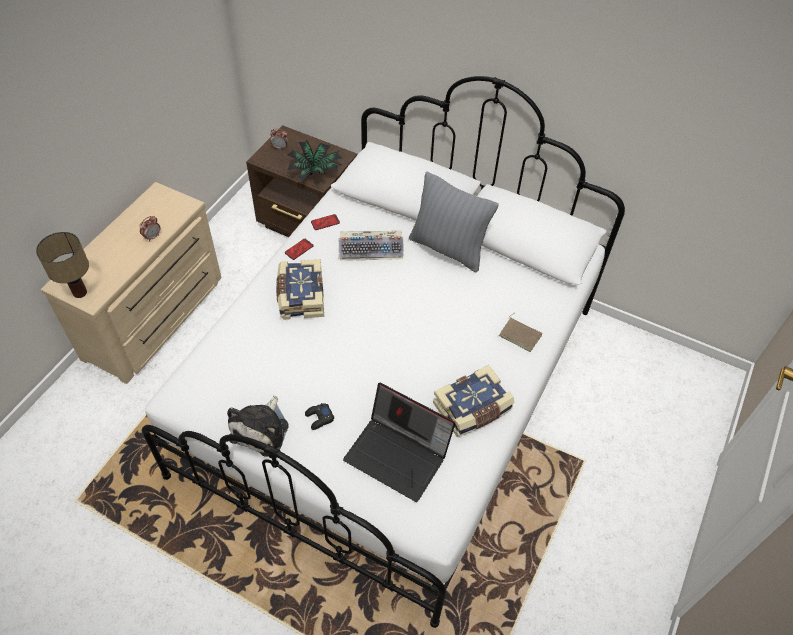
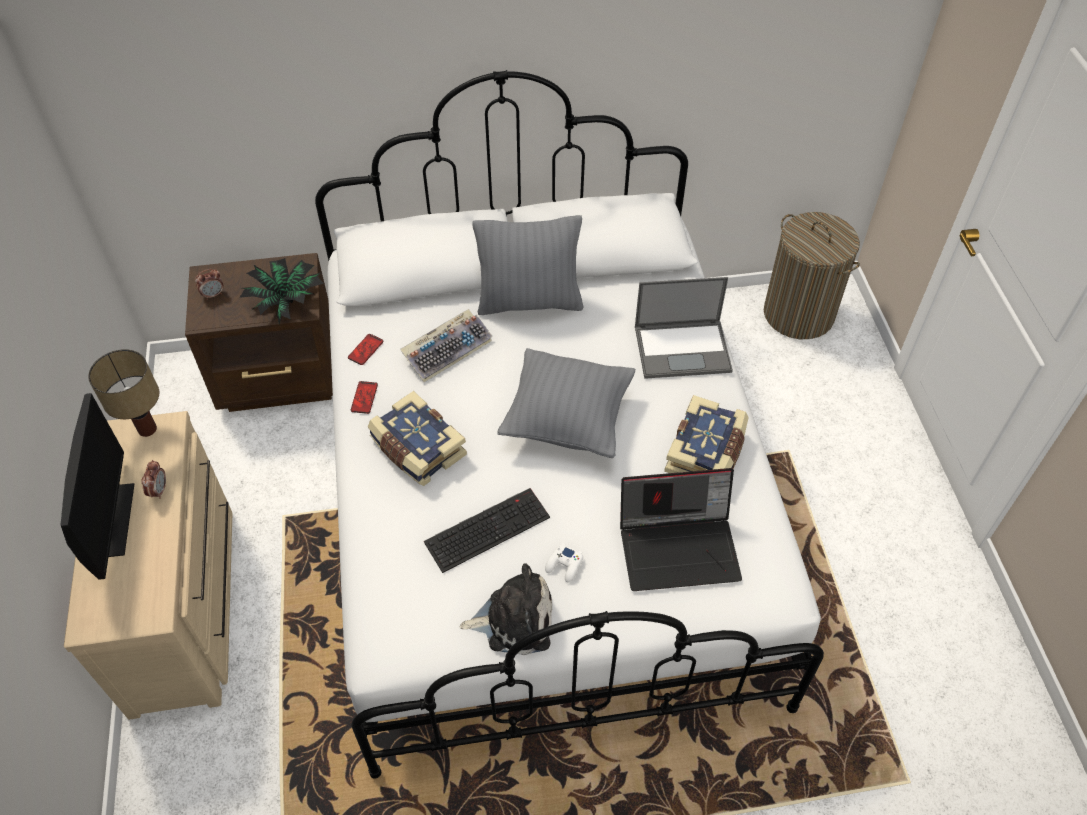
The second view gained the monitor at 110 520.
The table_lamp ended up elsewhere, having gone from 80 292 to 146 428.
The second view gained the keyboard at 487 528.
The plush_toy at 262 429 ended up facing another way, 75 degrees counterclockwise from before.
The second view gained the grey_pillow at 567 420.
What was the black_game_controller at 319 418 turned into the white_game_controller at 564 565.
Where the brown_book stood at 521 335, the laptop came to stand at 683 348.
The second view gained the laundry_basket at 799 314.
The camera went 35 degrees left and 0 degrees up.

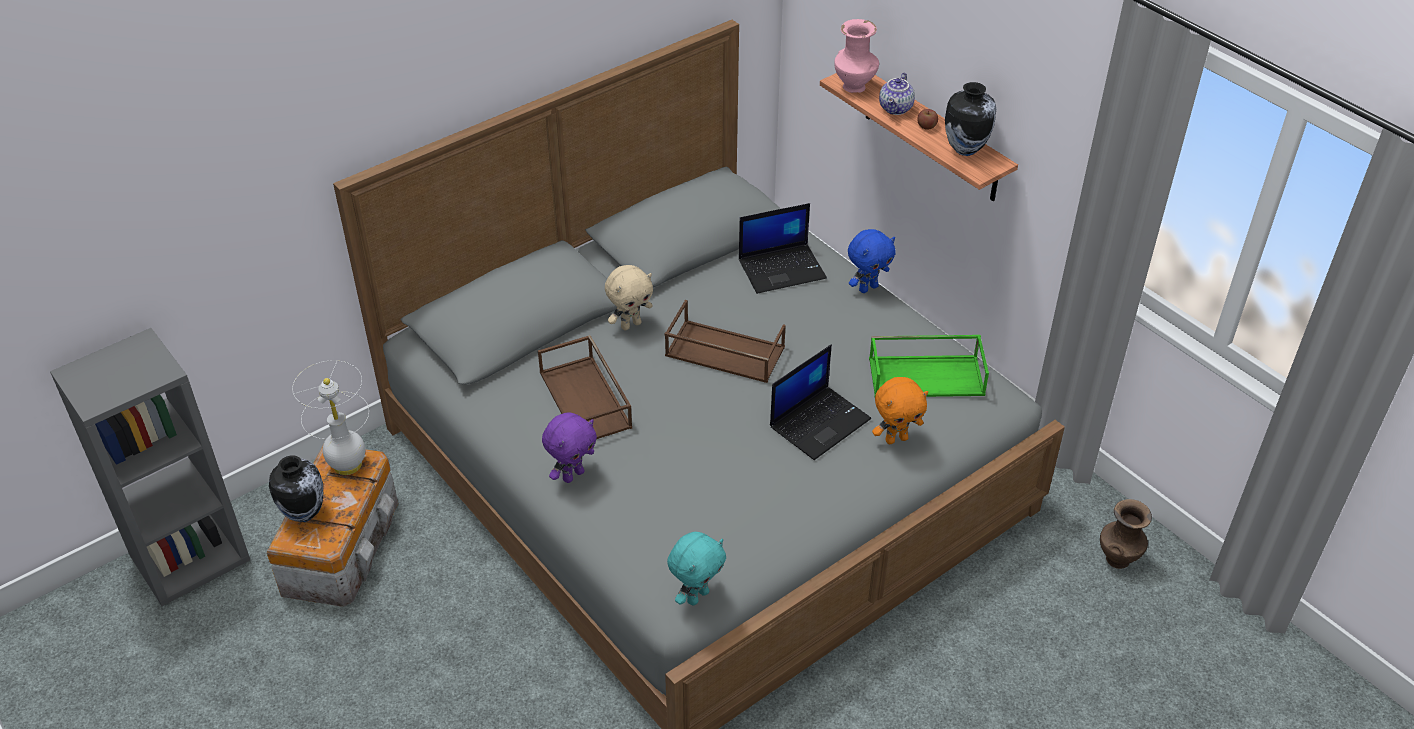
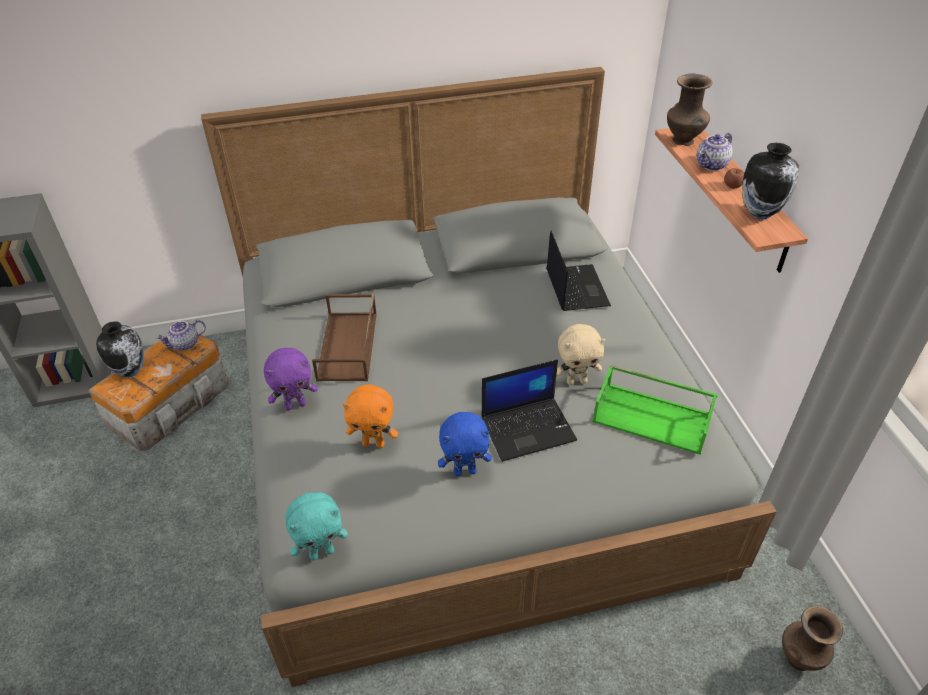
Where the white_table_lamp stood at 348 464, the teapot came to stand at 185 344.
The orange_plush_toy ended up elsewhere, having gone from 896 439 to 374 443.
The blue_plush_toy ended up elsewhere, having gone from 868 288 to 465 471.
The laptop at 782 268 ended up facing another way, 105 degrees counterclockwise from before.
The beige_plush_toy ended up elsewhere, having gone from 630 324 to 576 381.
What was the pink_vase at 855 87 turned into the brown_vase at 683 141.
The second view lost the brown_tray at 723 352.
The camera went 25 degrees right and 0 degrees up.

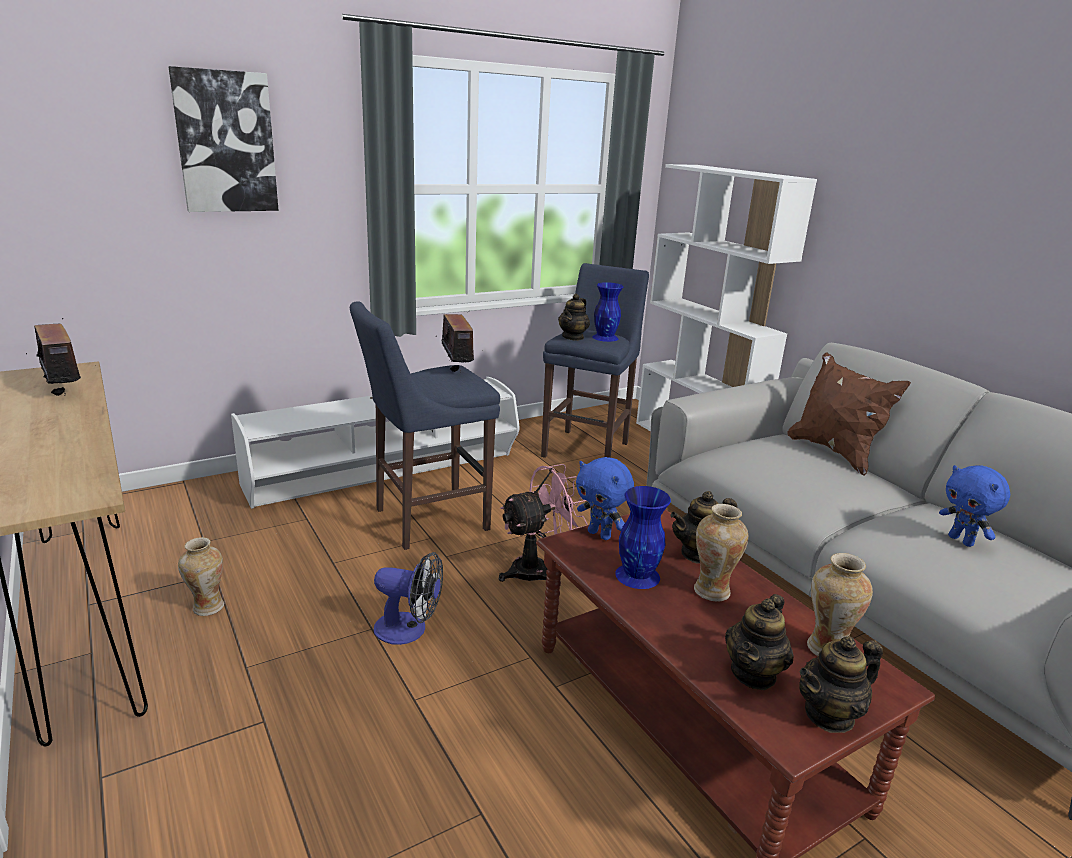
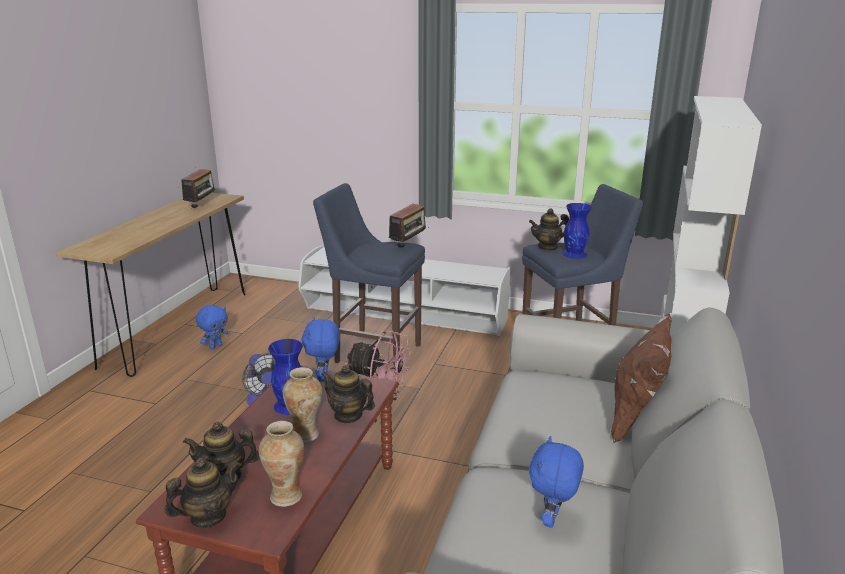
The teapot at 829 715 ended up facing another way, 120 degrees clockwise from before.
Where the vase stood at 207 607, the blue_plush_toy came to stand at 215 346.
The second view lost the picture at 226 142.
The camera went 50 degrees right and 0 degrees up.

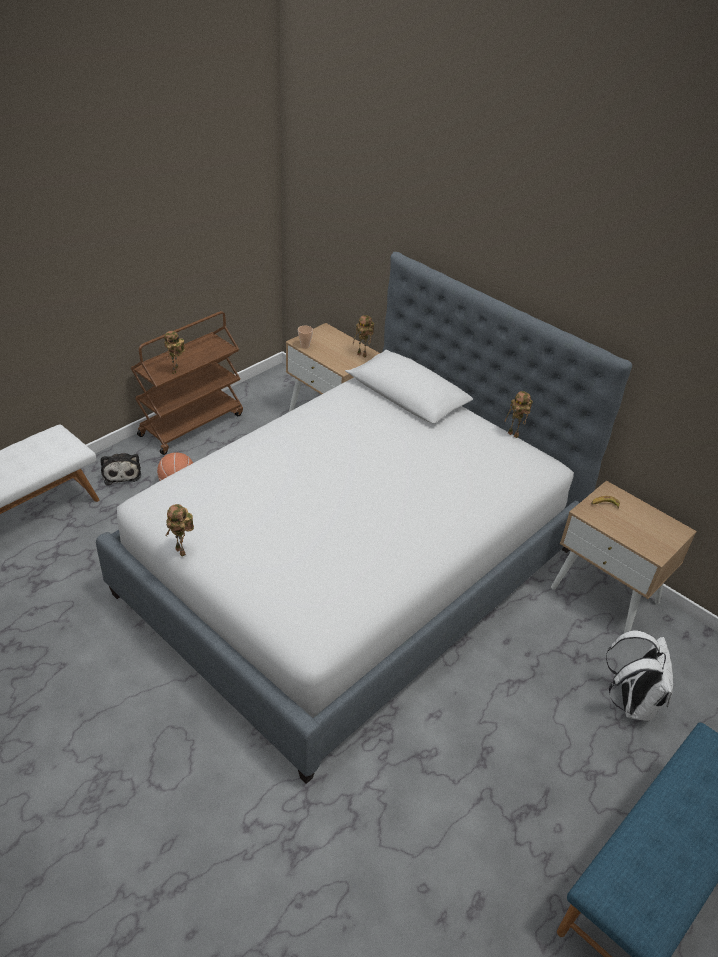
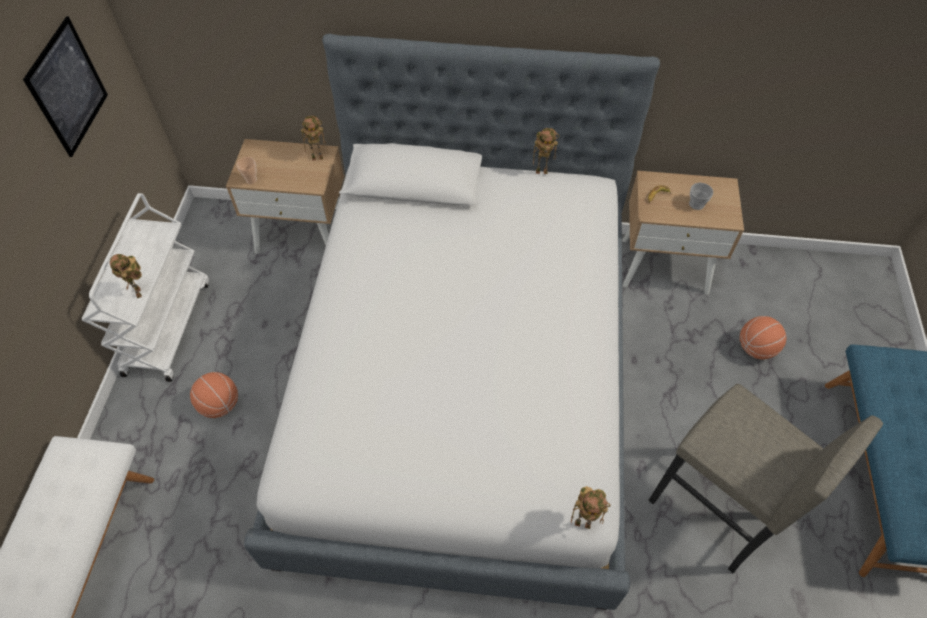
The second view gained the picture at 67 87.
What was the brown_cart at 191 424 turned into the white_cart at 167 326.
The toy_robot ended up elsewhere, having gone from 182 551 to 584 522.
The second view gained the grey_stool at 712 509.
The second view gained the cup at 696 204.
Where the white_backpack stood at 631 702, the basketball came to stand at 755 348.
The second view lost the plush_toy at 121 473.
The camera went 35 degrees left and 15 degrees up.

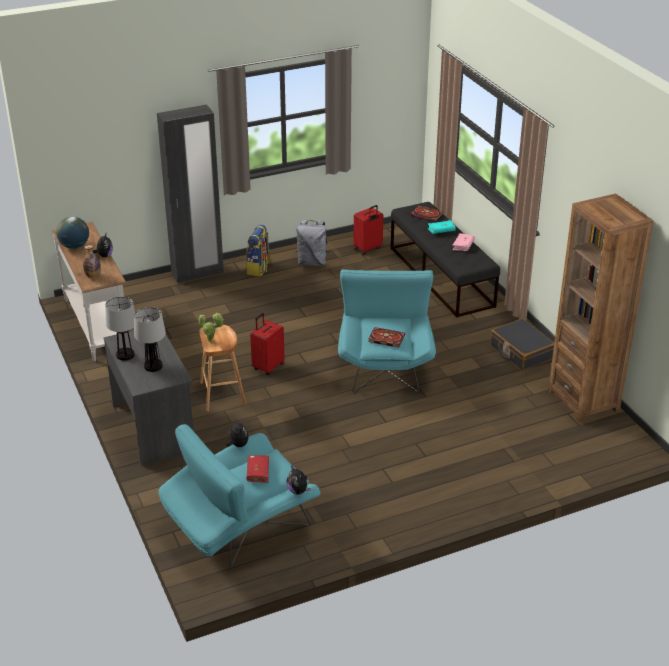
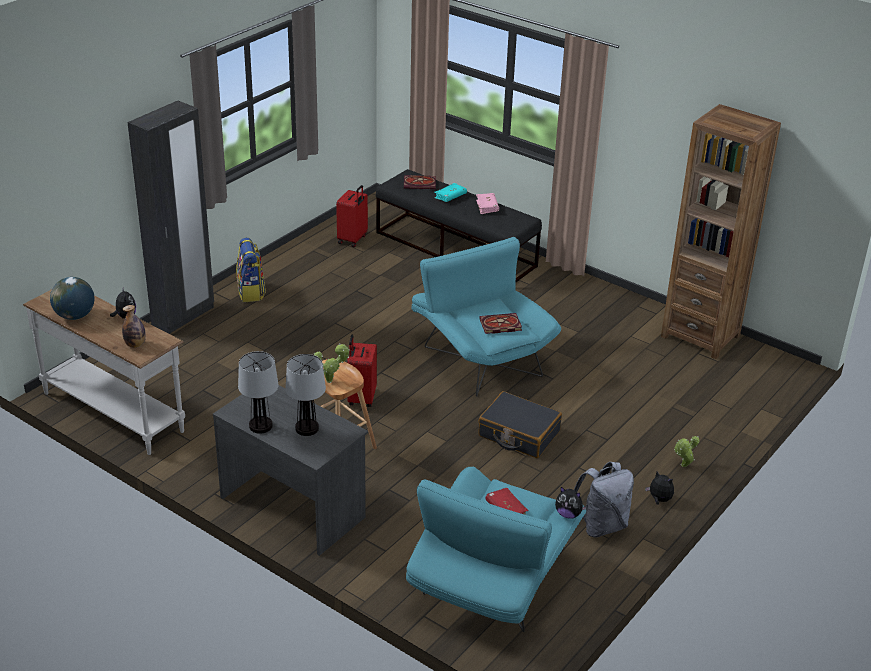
The black_suitcase ended up elsewhere, having gone from 521 352 to 518 434.
The grey_backpack ended up elsewhere, having gone from 312 262 to 601 525.
The plush_toy ended up elsewhere, having gone from 238 445 to 659 500.
The second view gained the potted_plant at 683 466.
The camera went 30 degrees left and 0 degrees up.

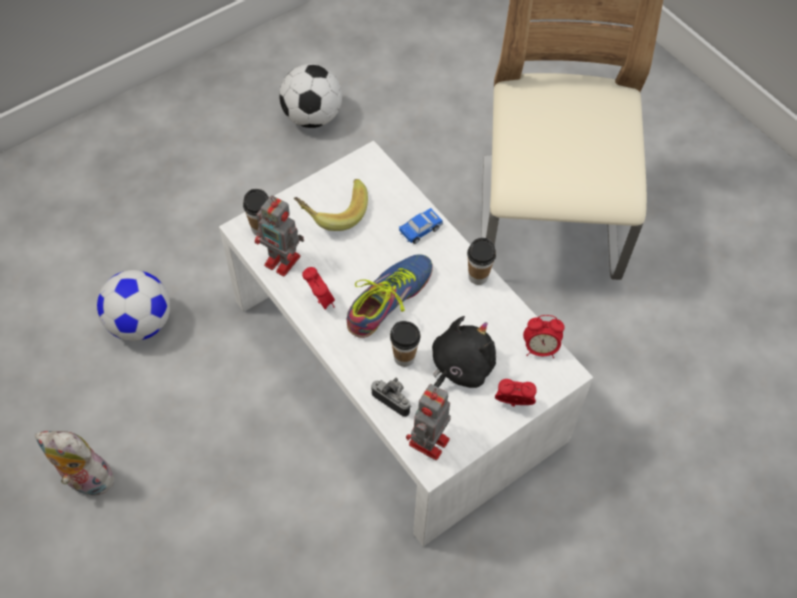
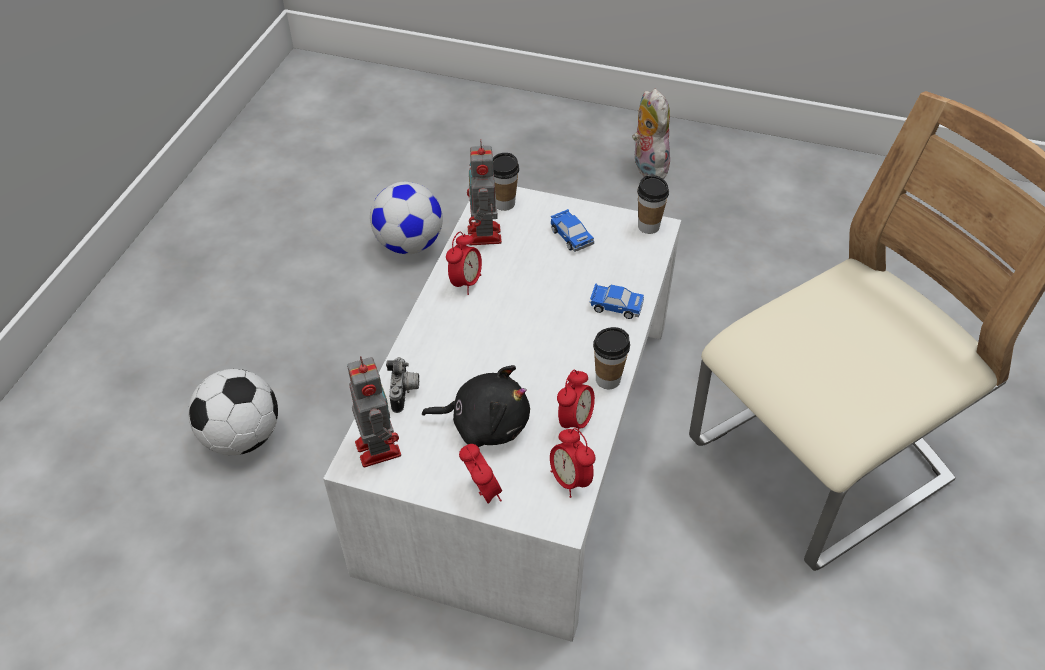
The football ended up elsewhere, having gone from 312 117 to 242 437.
The toy_robot at 428 443 ended up facing another way, 75 degrees clockwise from before.
Where the banana stood at 332 211, the toy_car came to stand at 571 236.
The second view gained the alarm_clock at 575 421.
The plush_toy ended up elsewhere, having gone from 85 480 to 647 166.
The cup ended up elsewhere, having gone from 404 357 to 648 226.
The second view lost the shoe at 388 299.
The camera went 55 degrees right and 10 degrees down.

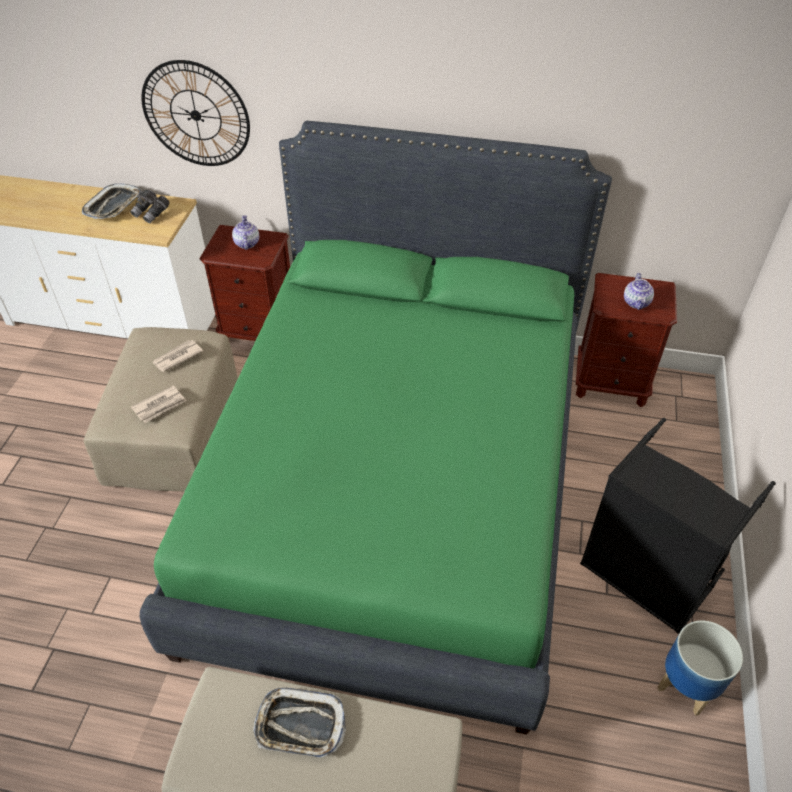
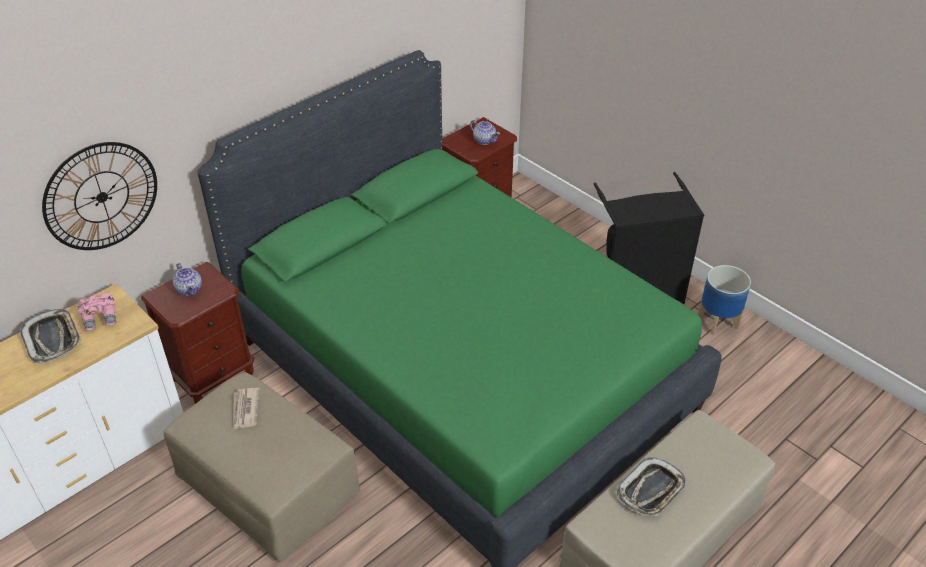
What was the grey_binoculars at 152 213 turned into the pink_binoculars at 101 318.
The teapot at 246 243 ended up facing another way, 150 degrees counterclockwise from before.
The second view lost the newspaper at 160 406.
The camera went 55 degrees left and 5 degrees down.

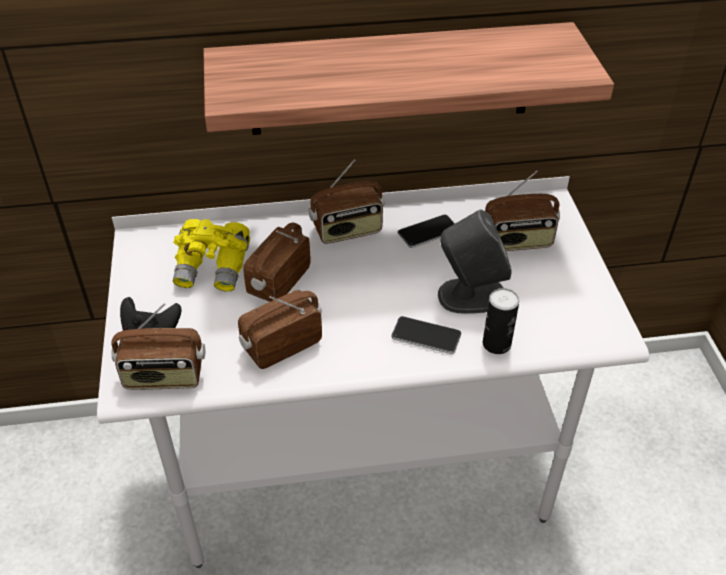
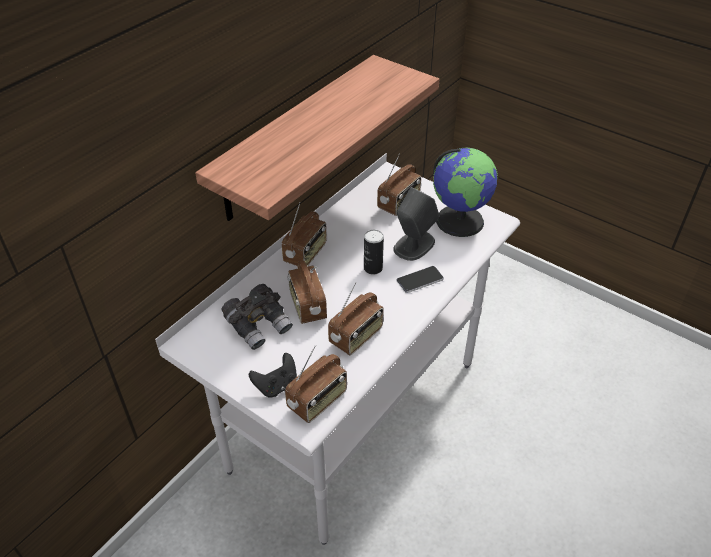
What was the yellow_binoculars at 214 268 turned into the grey_binoculars at 259 325.
The radio at 281 345 ended up facing another way, 150 degrees counterclockwise from before.
The can ended up elsewhere, having gone from 496 344 to 373 268.
The second view gained the globe at 460 220.
The second view lost the phone at 428 232.
The camera went 45 degrees left and 0 degrees up.

